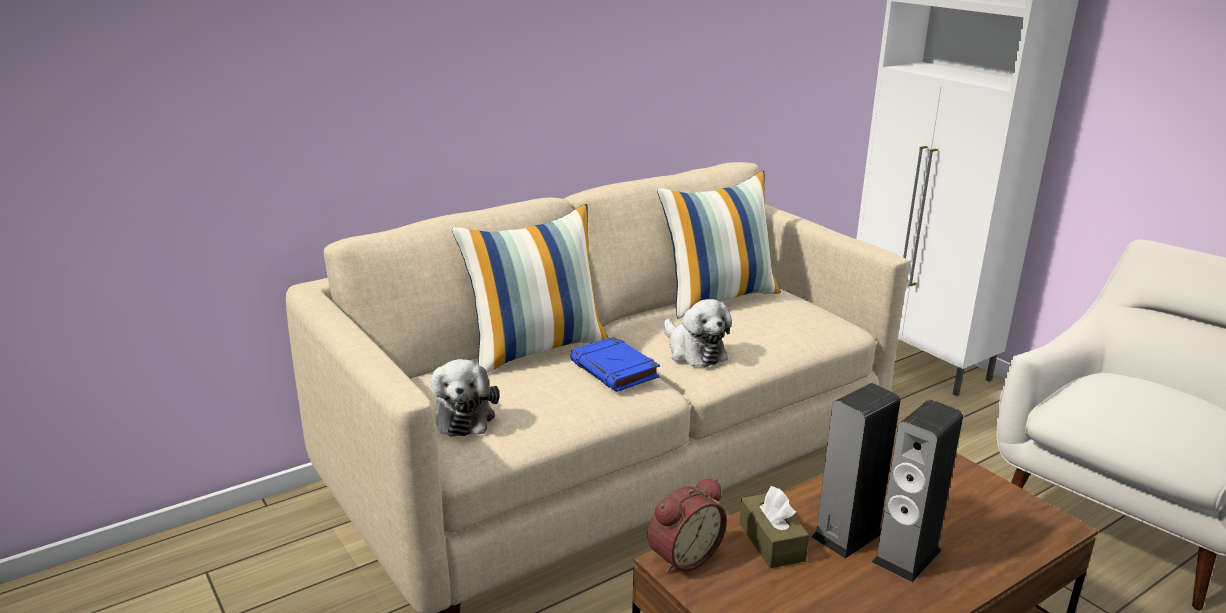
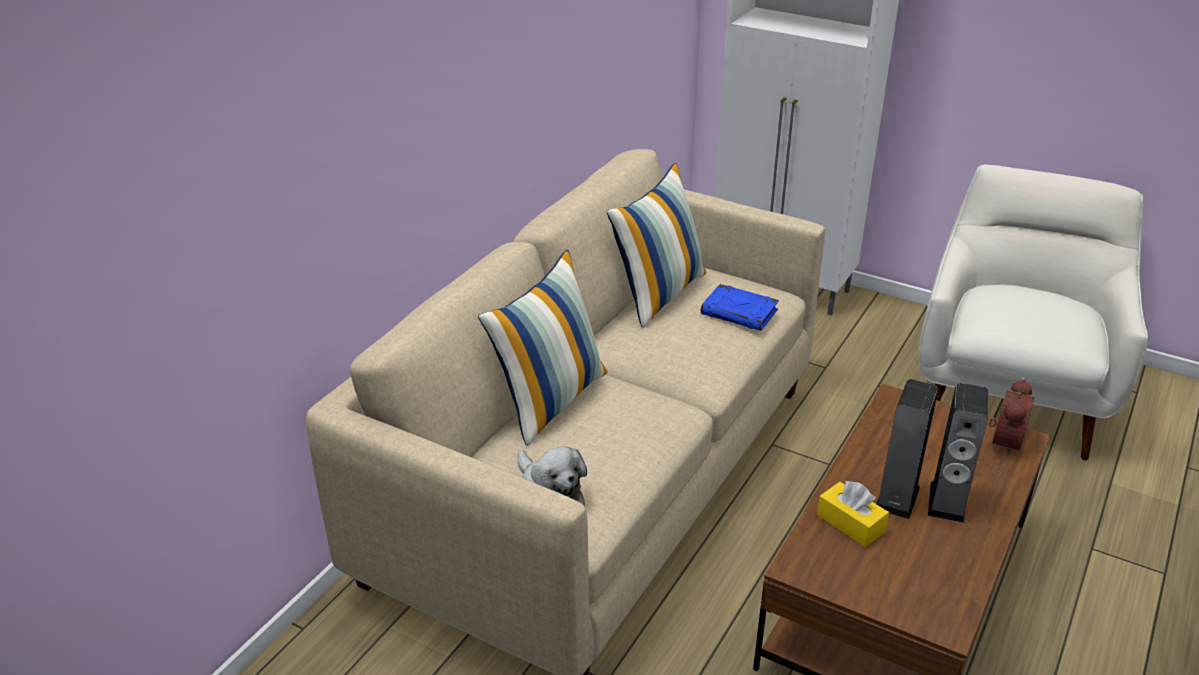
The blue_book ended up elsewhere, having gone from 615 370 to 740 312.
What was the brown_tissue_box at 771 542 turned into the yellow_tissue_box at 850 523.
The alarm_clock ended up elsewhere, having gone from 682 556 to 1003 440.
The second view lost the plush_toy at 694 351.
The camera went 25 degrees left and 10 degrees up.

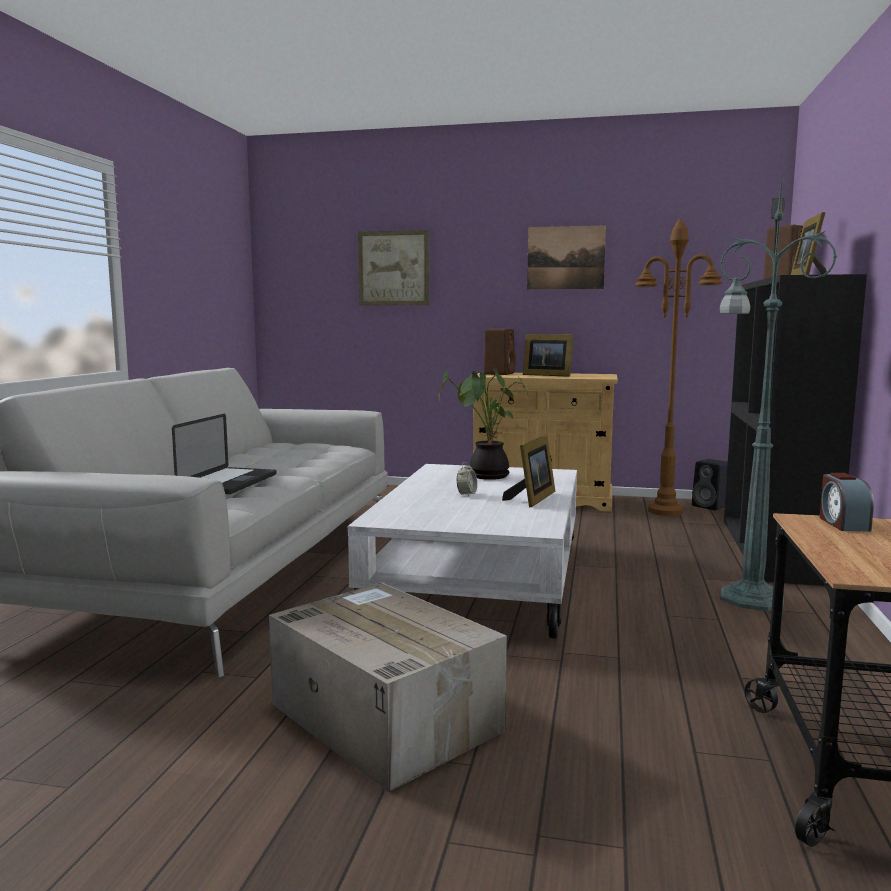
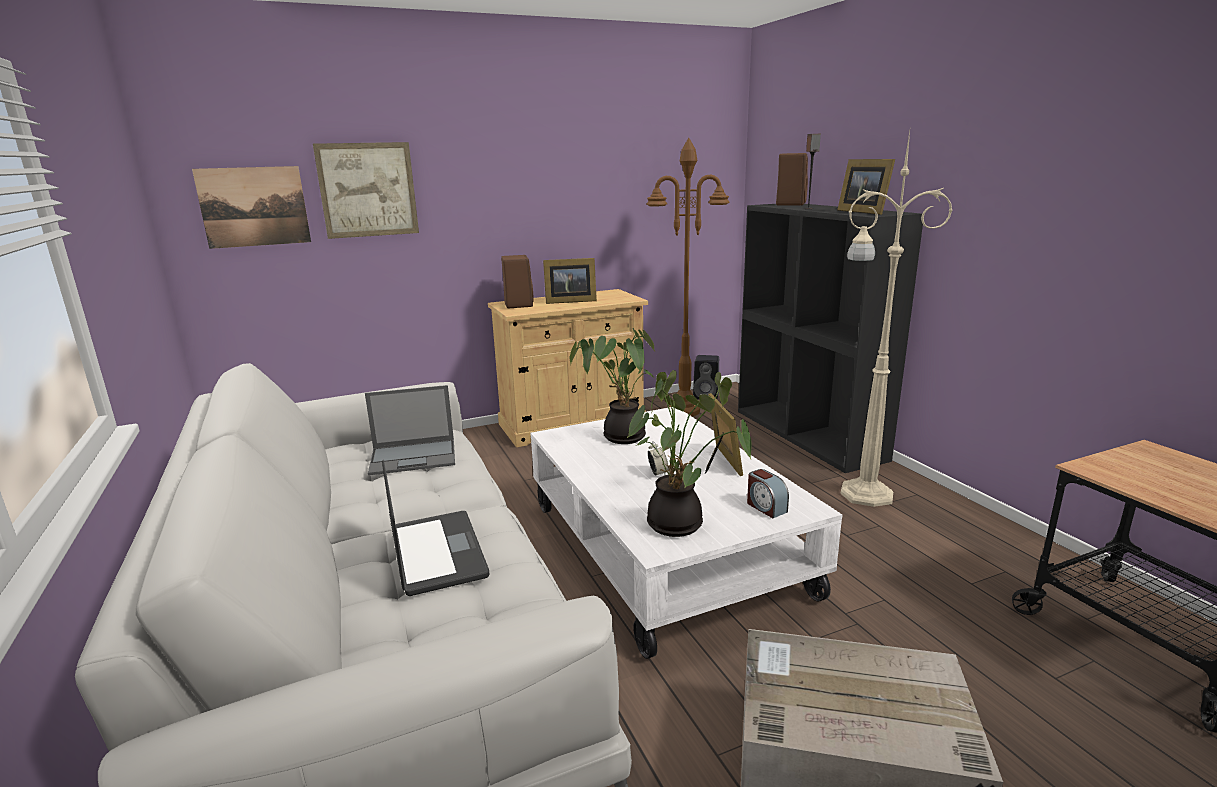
The picture ended up elsewhere, having gone from 566 258 to 254 207.
The second view gained the laptop at 414 457.
The second view gained the potted_plant at 680 525.
The alarm_clock ended up elsewhere, having gone from 842 523 to 765 507.
What was the green_floor_lamp at 748 597 turned into the beige_floor_lamp at 863 494.
The camera went 35 degrees left and 10 degrees up.

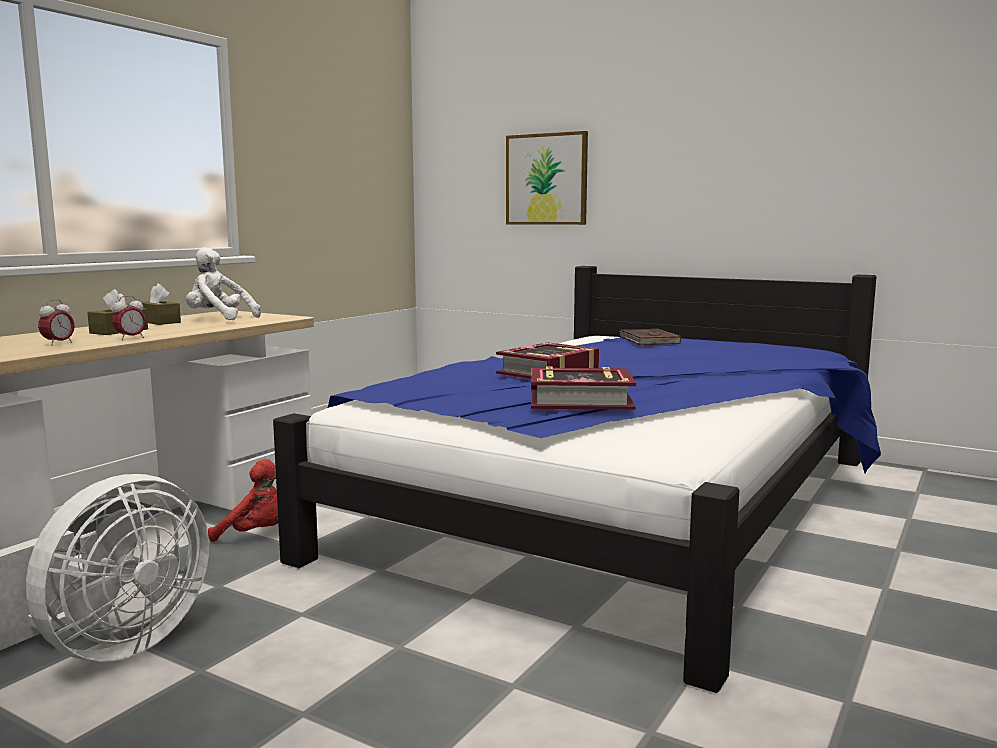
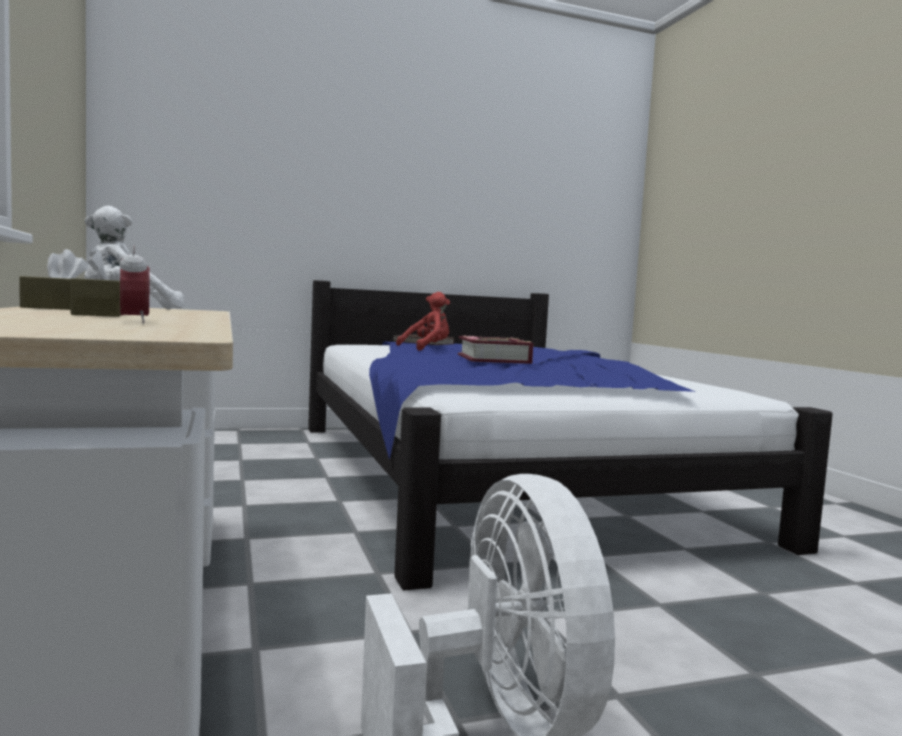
The red_plush_toy ended up elsewhere, having gone from 256 534 to 427 348.
The second view lost the alarm_clock at 130 338.
The second view lost the picture at 546 179.
The second view lost the book at 580 400.
The camera went 50 degrees left and 5 degrees down.

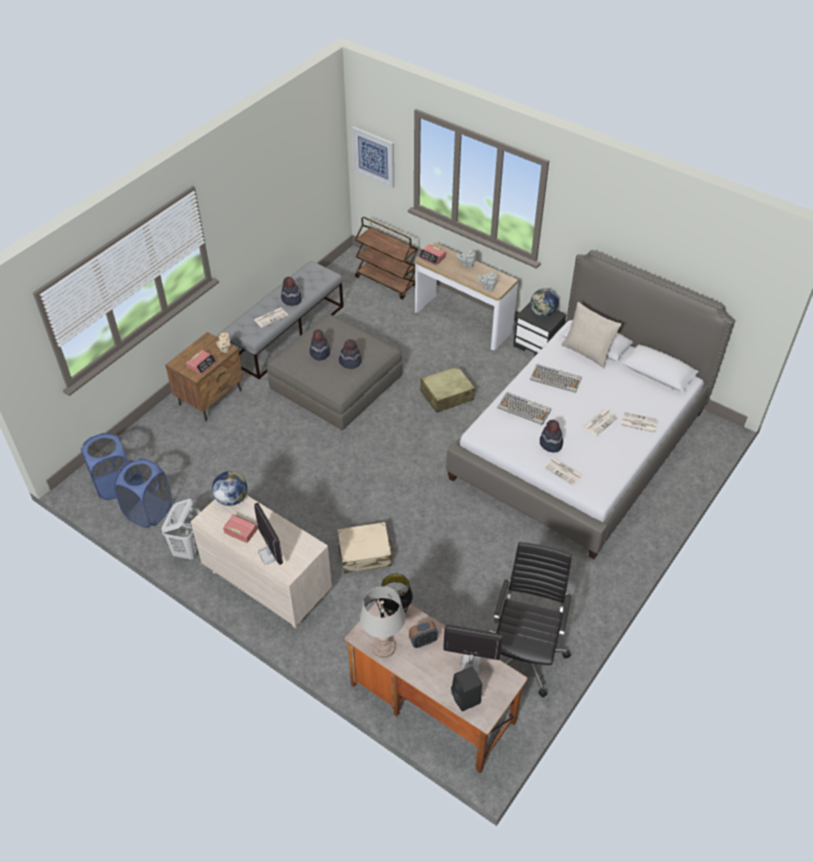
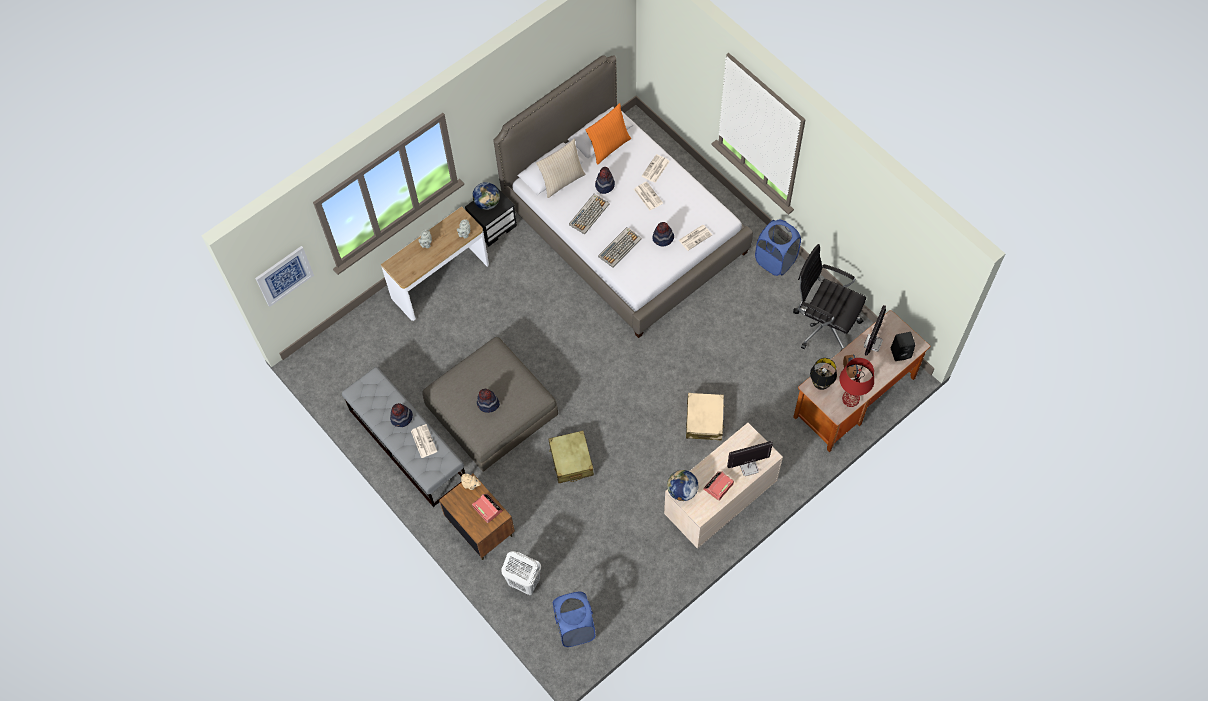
The white_laundry_basket ended up elsewhere, having gone from 188 548 to 523 582.
The beige_suitcase ended up elsewhere, having gone from 446 395 to 571 460.
The second view gained the orange_pillow at 608 146.
The hat ended up elsewhere, having gone from 350 361 to 604 185.
The blue_laundry_basket ended up elsewhere, having gone from 149 511 to 775 260.
What was the grey_table_lamp at 383 648 turned into the red_table_lamp at 850 399.
The second view lost the brown_cart at 387 282.
The second view lost the alarm_clock at 432 257.
The camera went 75 degrees left and 15 degrees up.

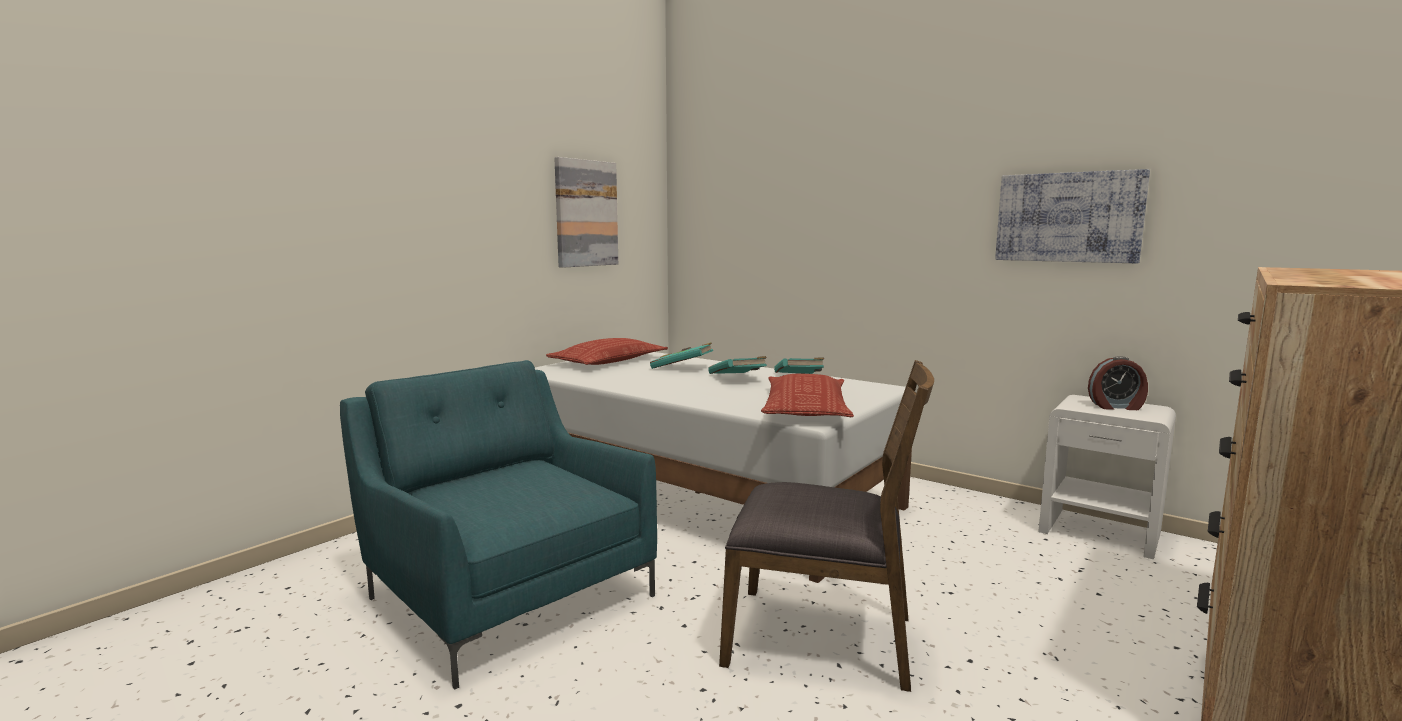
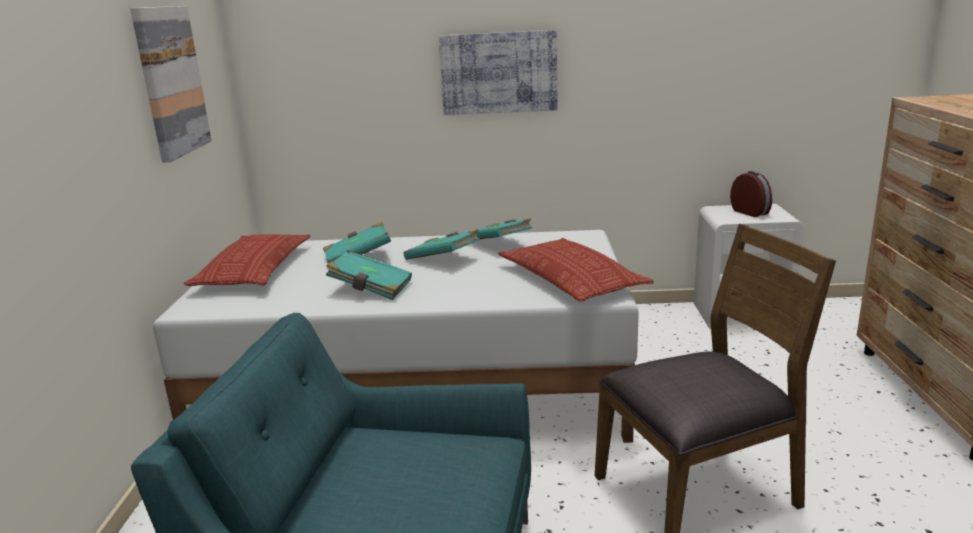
The second view gained the turquoise_book at 371 289.
The picture ended up elsewhere, having gone from 1068 217 to 498 72.
The alarm_clock at 1116 407 ended up facing another way, 90 degrees counterclockwise from before.
The camera went 35 degrees left and 10 degrees up.

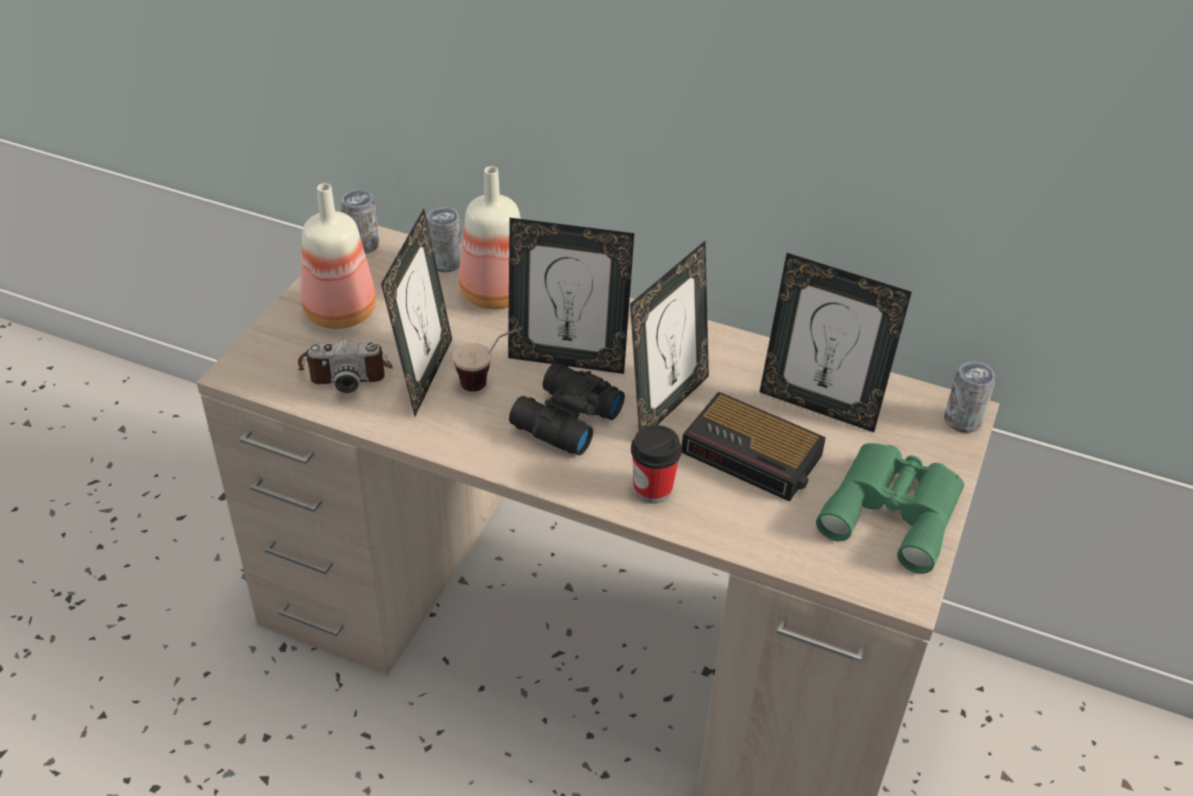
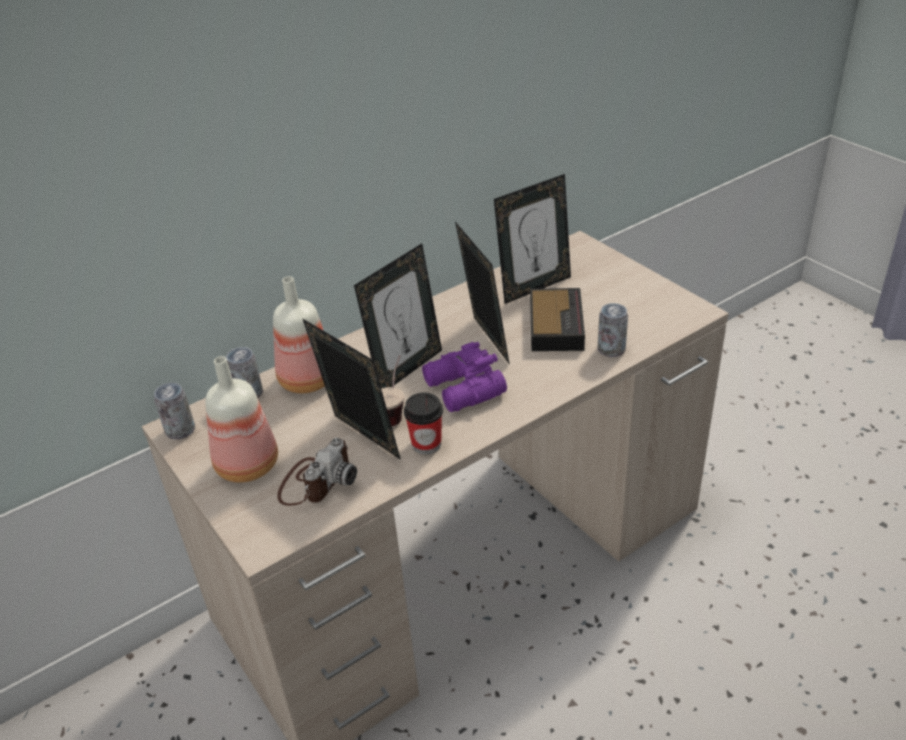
The cup ended up elsewhere, having gone from 652 489 to 426 444.
What was the black_binoculars at 563 420 turned into the purple_binoculars at 463 390.
The alarm_clock at 754 455 ended up facing another way, 60 degrees counterclockwise from before.
The can ended up elsewhere, having gone from 962 421 to 611 350.
The second view lost the green_binoculars at 894 510.
The camera went 55 degrees left and 5 degrees down.

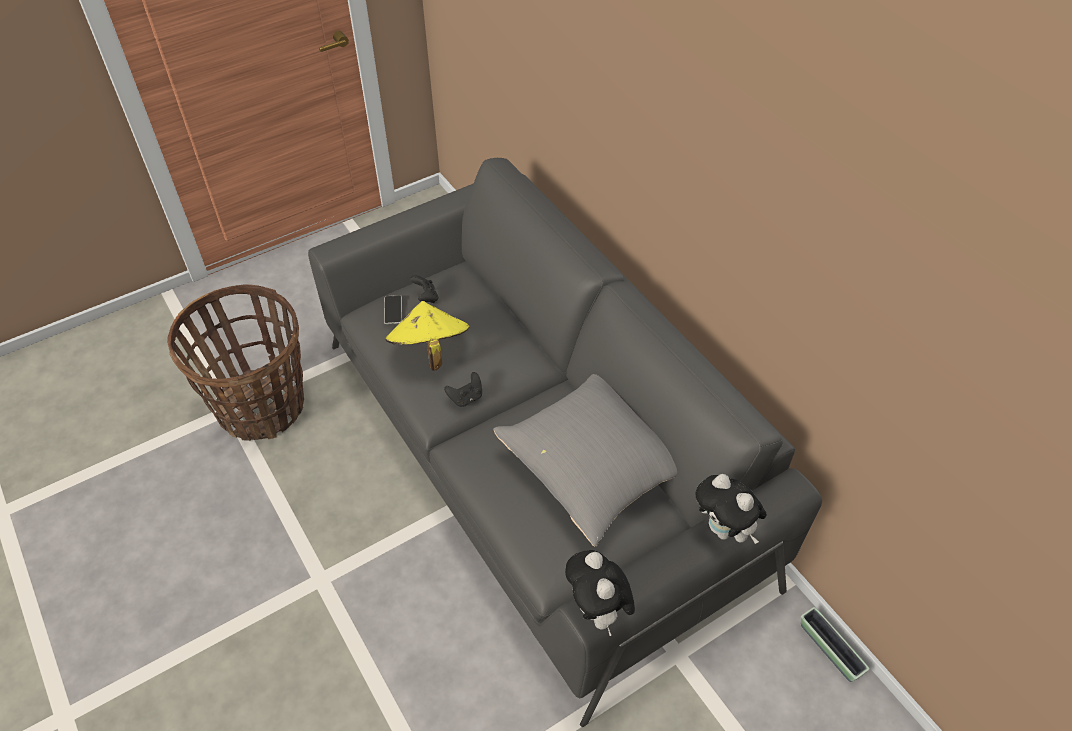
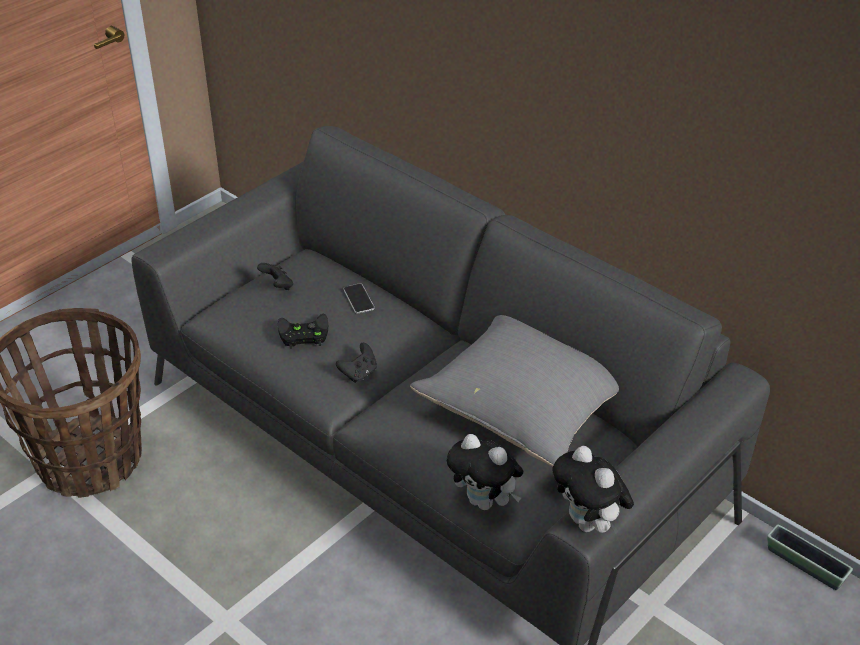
Where the yellow_hat stood at 429 350, the black_game_controller came to stand at 302 334.
The phone ended up elsewhere, having gone from 393 310 to 358 299.
The plush_toy ended up elsewhere, having gone from 724 530 to 485 502.
The camera went 15 degrees left and 10 degrees down.

